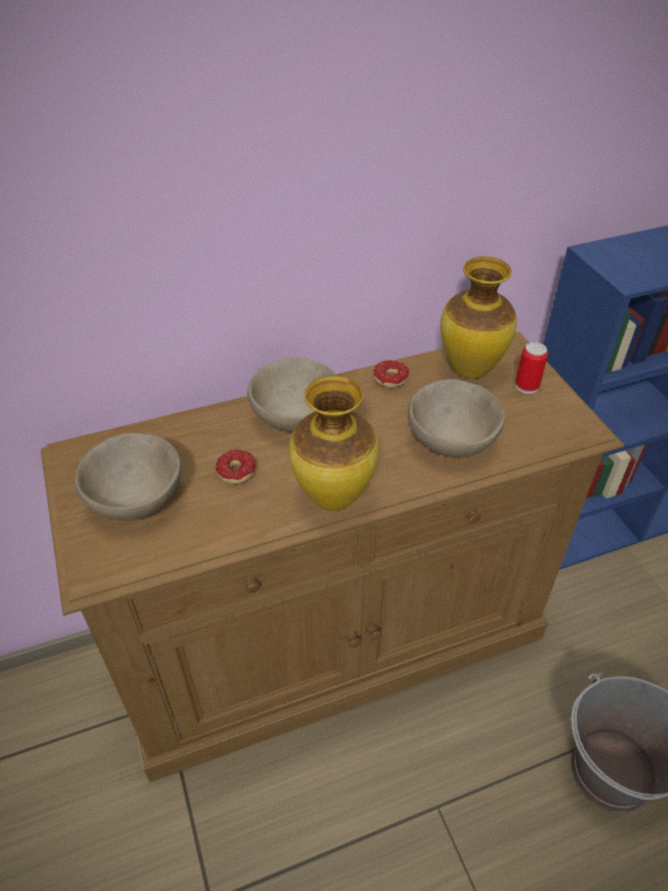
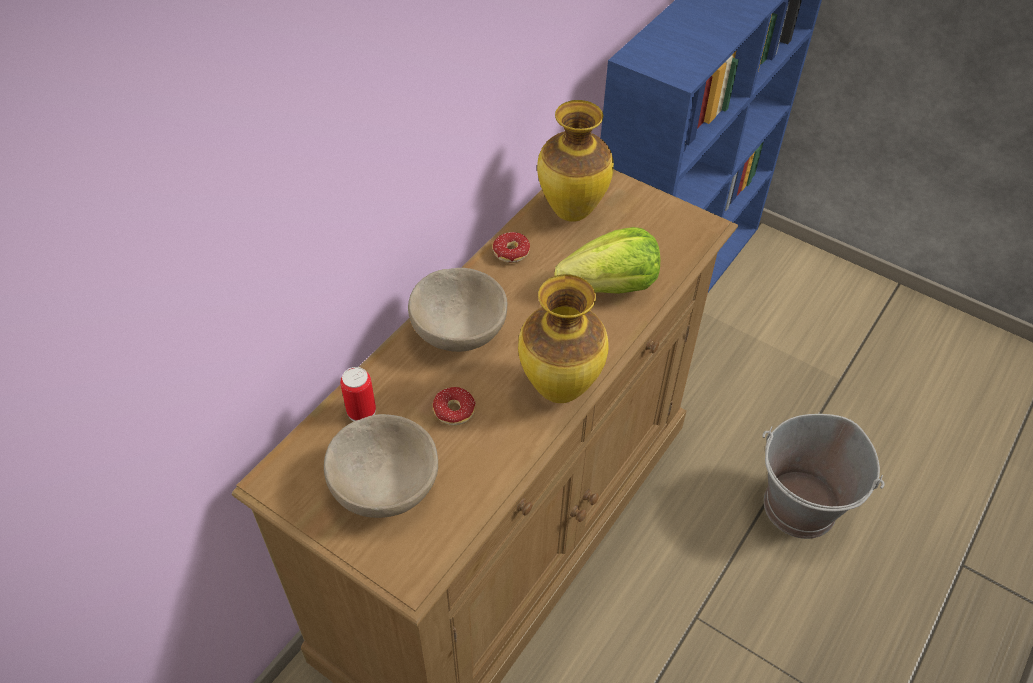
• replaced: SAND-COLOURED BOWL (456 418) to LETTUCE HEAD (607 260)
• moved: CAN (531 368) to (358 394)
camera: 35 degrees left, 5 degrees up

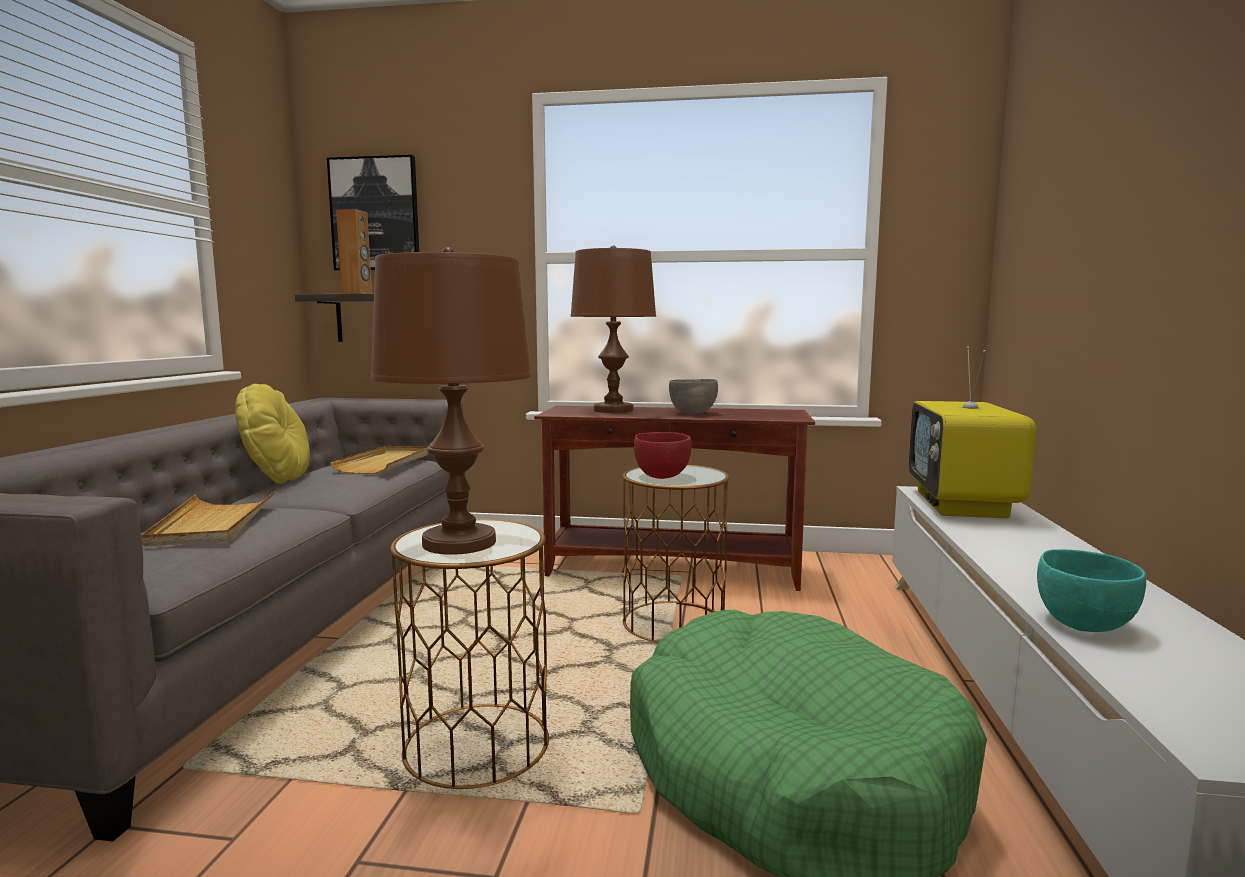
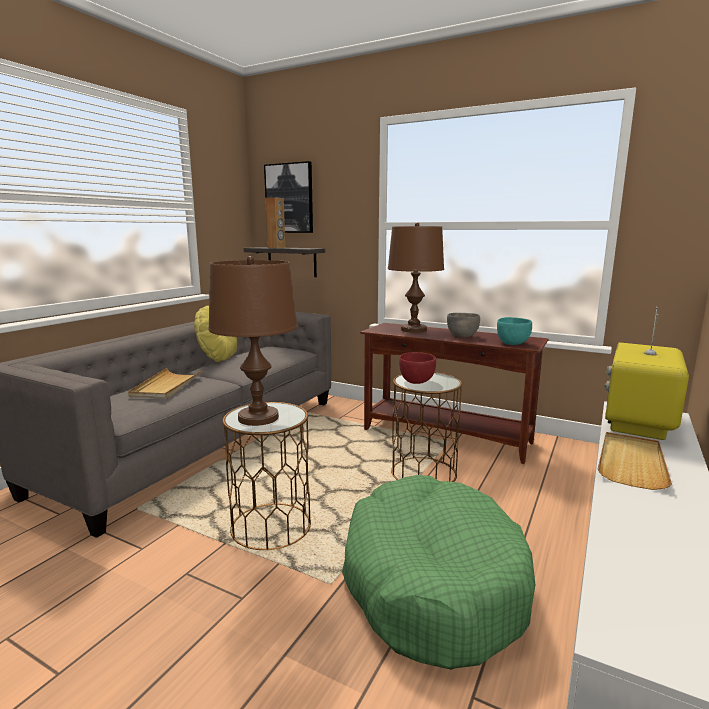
• moved: SAND-COLOURED CARRYING TRAY (379 460) to (635 461)
• moved: TURQUOISE-COLOURED BOWL (1091 590) to (514 331)
camera: 20 degrees right, 5 degrees up

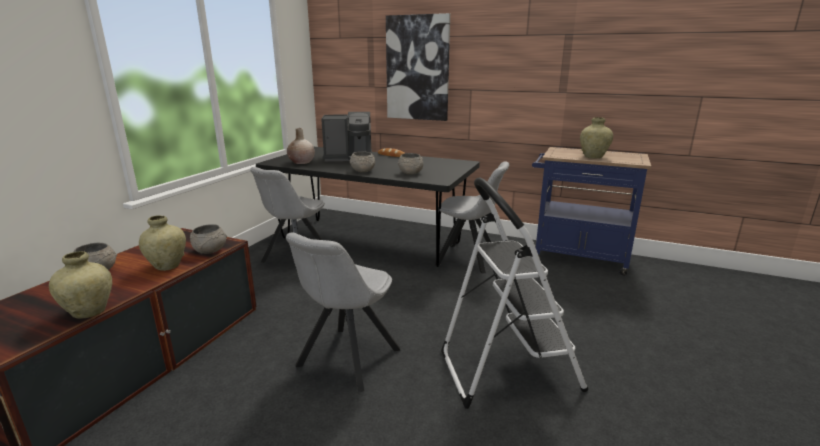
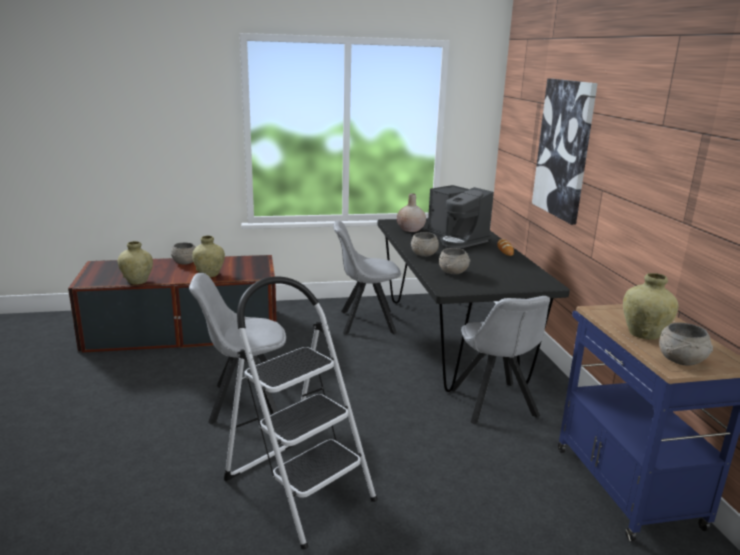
• moved: GRAY BOWL (208 239) to (686 343)
camera: 55 degrees right, 0 degrees up

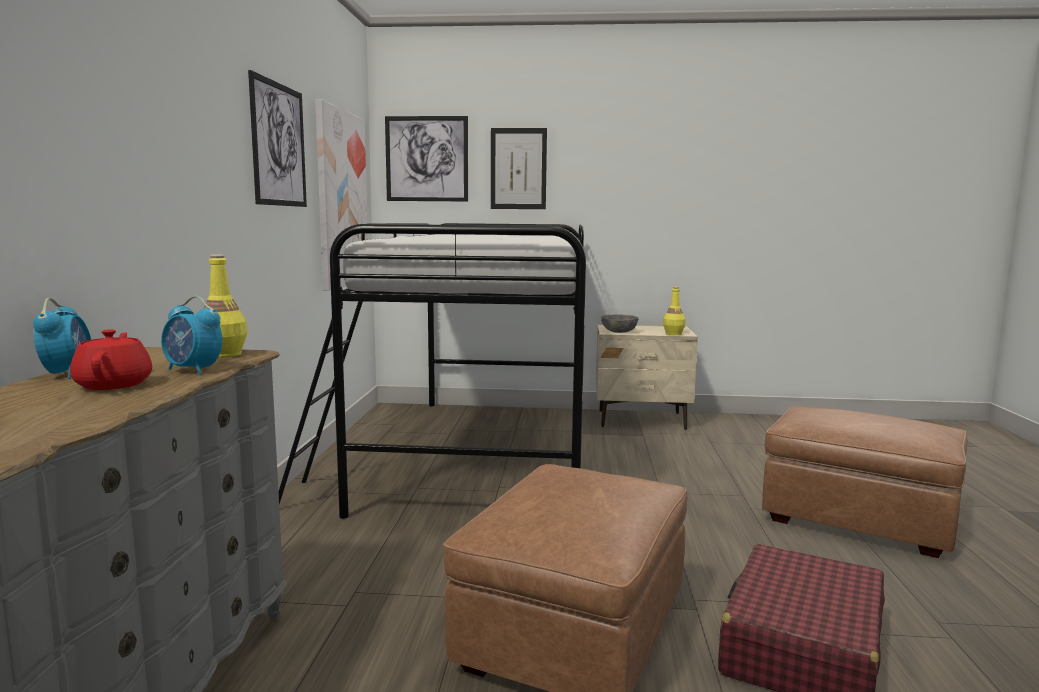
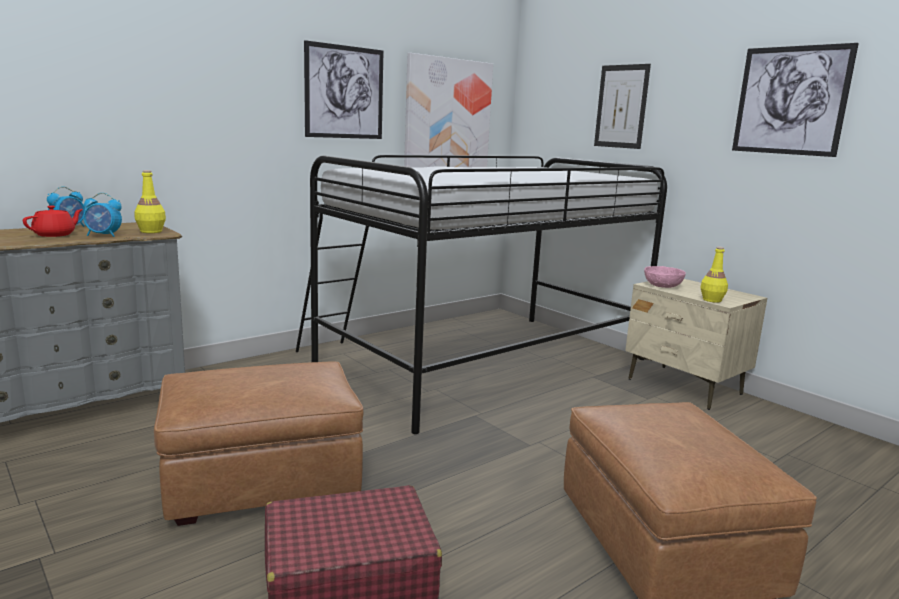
• turned: TABLE CLOCK (191 335) = (102 215) 75 degrees counterclockwise
• moved: WALL PICTURE (426 159) to (795 100)
• recoloured: GRAY BOWL (620 323) to PINK-COLOURED BOWL (665 277)
camera: 45 degrees right, 5 degrees up

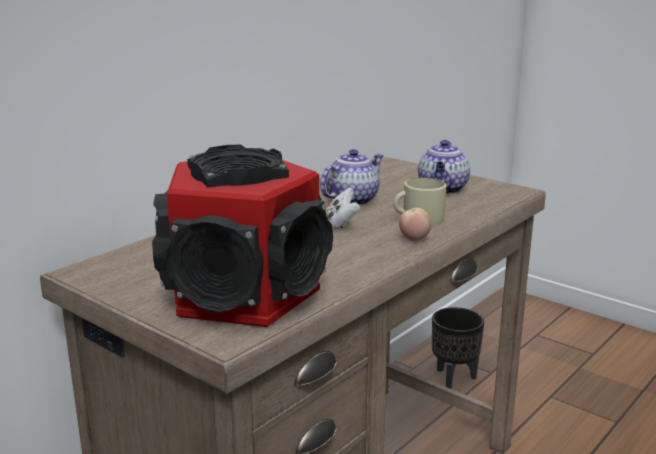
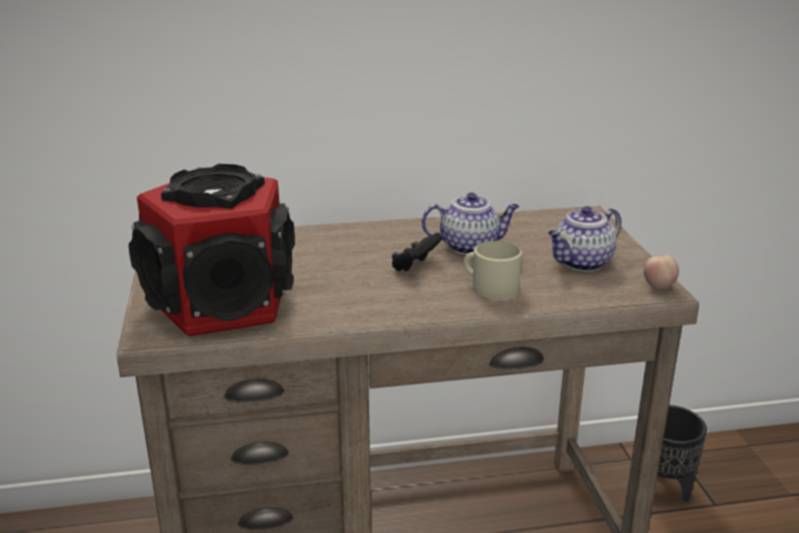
• recoloured: WHITE-COLOURED GAMEPAD (343 208) to BLACK-COLOURED GAMEPAD (416 252)
• moved: APPLE FRUIT (415 224) to (661 272)
camera: 40 degrees right, 5 degrees up

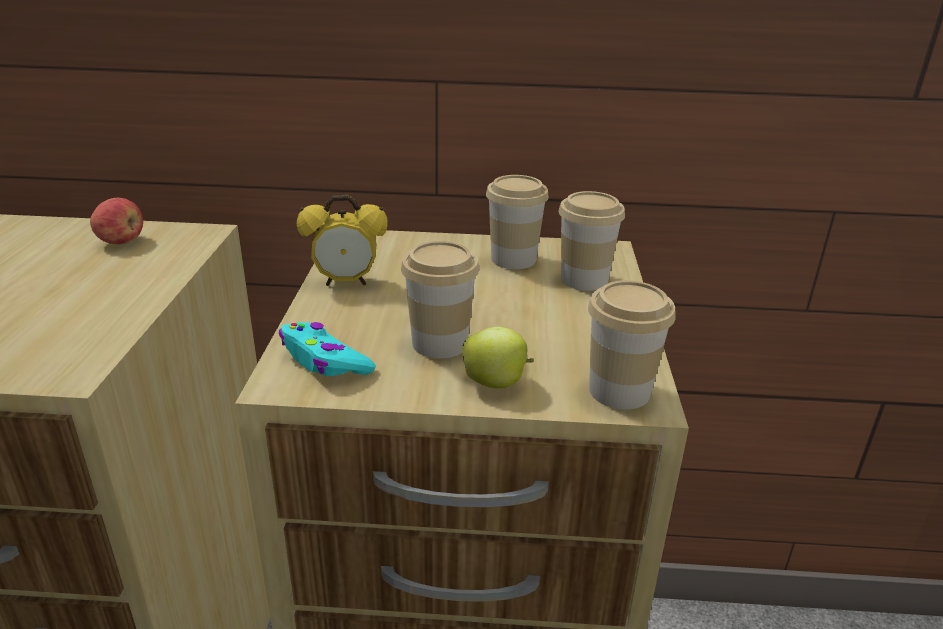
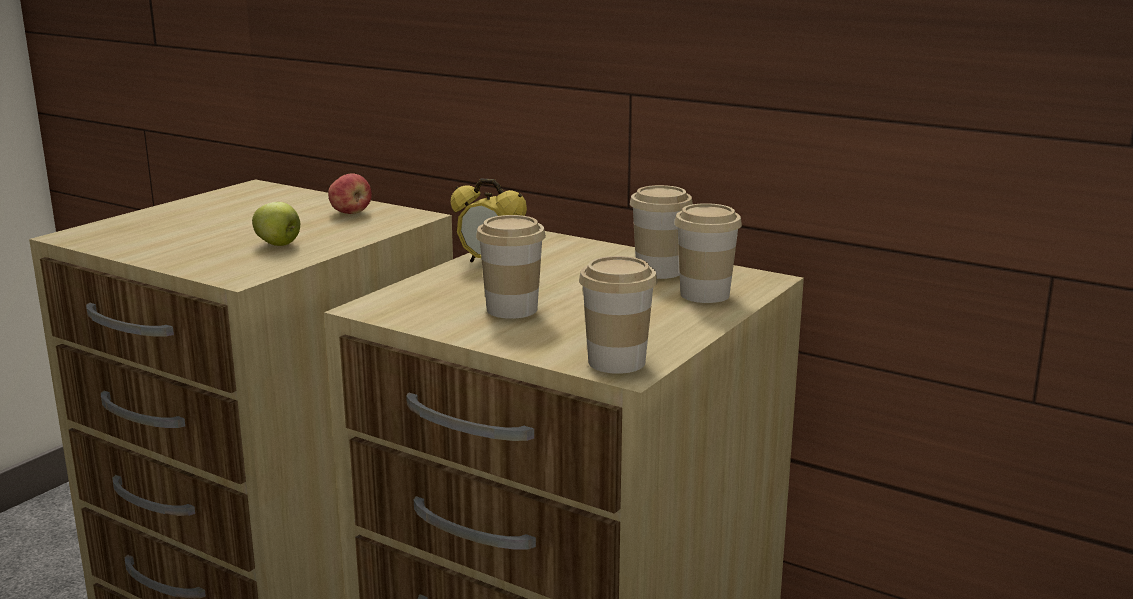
• removed: TURQUOISE-COLOURED GAMEPAD (327 349)
• moved: APPLE FRUIT (498 357) to (276 224)
camera: 30 degrees right, 10 degrees down

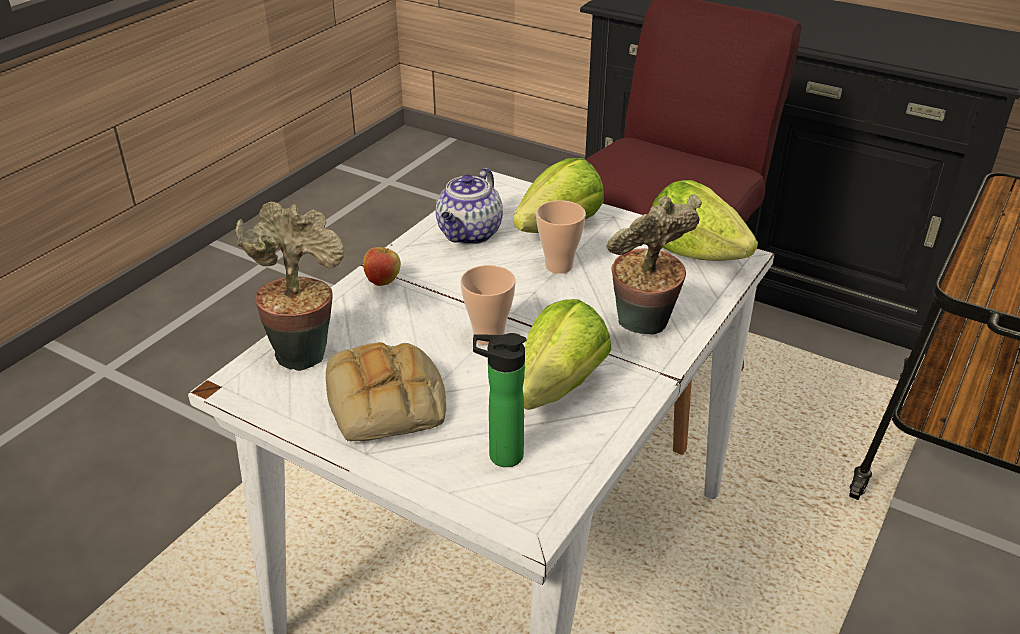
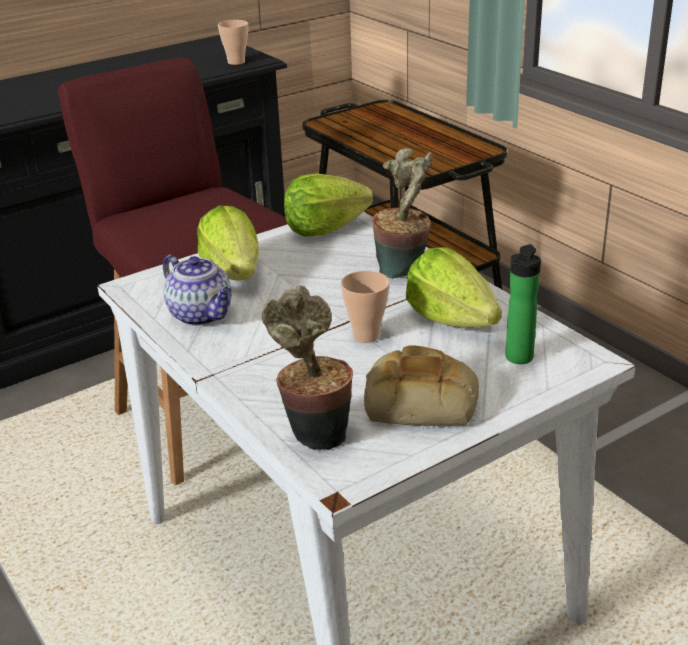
• removed: APPLE FRUIT (382 265)
• moved: DRINKING CUP (561 237) to (233 42)
camera: 65 degrees left, 5 degrees down

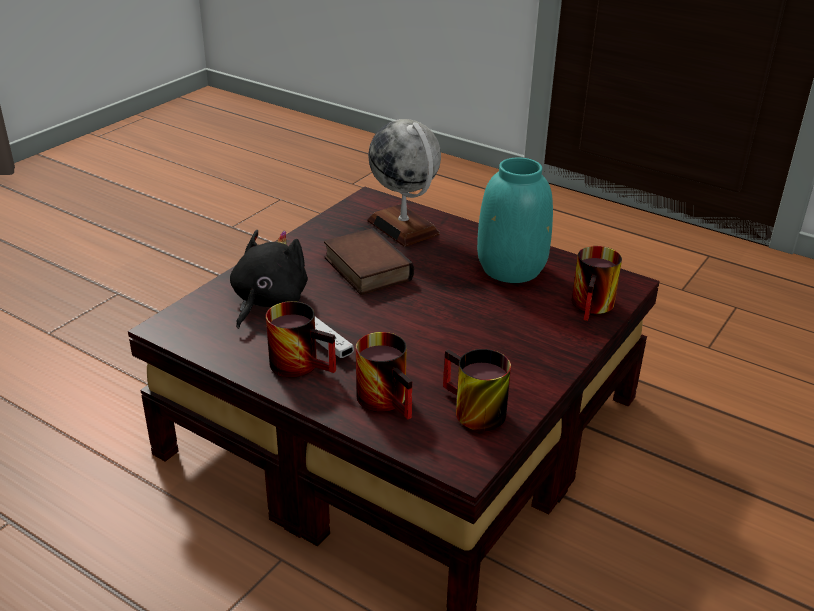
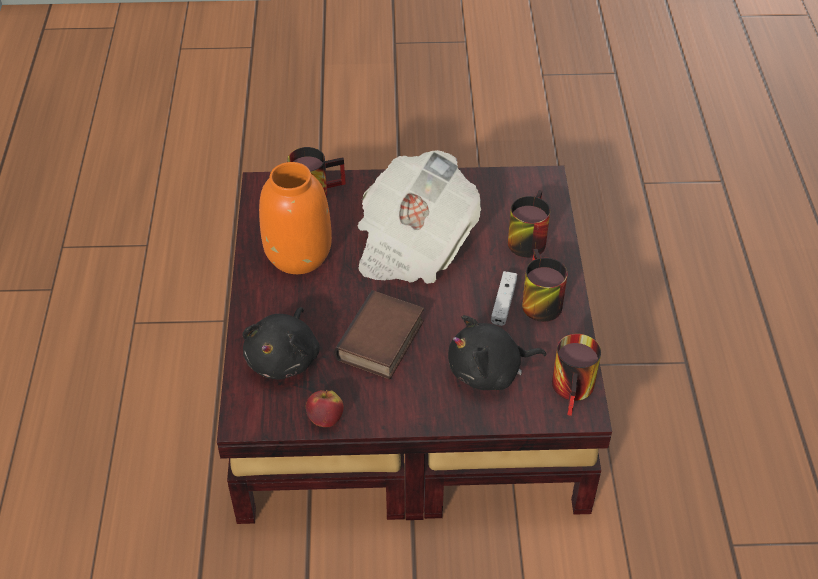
• replaced: GLOBE (404 183) to BLACK-COLOURED PLUSH TOY (281 343)
• moved: MUG (477 390) to (576 375)
• recoloured: TURQUOISE-COLOURED FLOWER VASE (515 220) to ORANGEY FLOWER VASE (295 218)
• added: APPLE FRUIT (325 408)
• added: NEWSPAPER (419 217)
camera: 125 degrees left, 15 degrees up

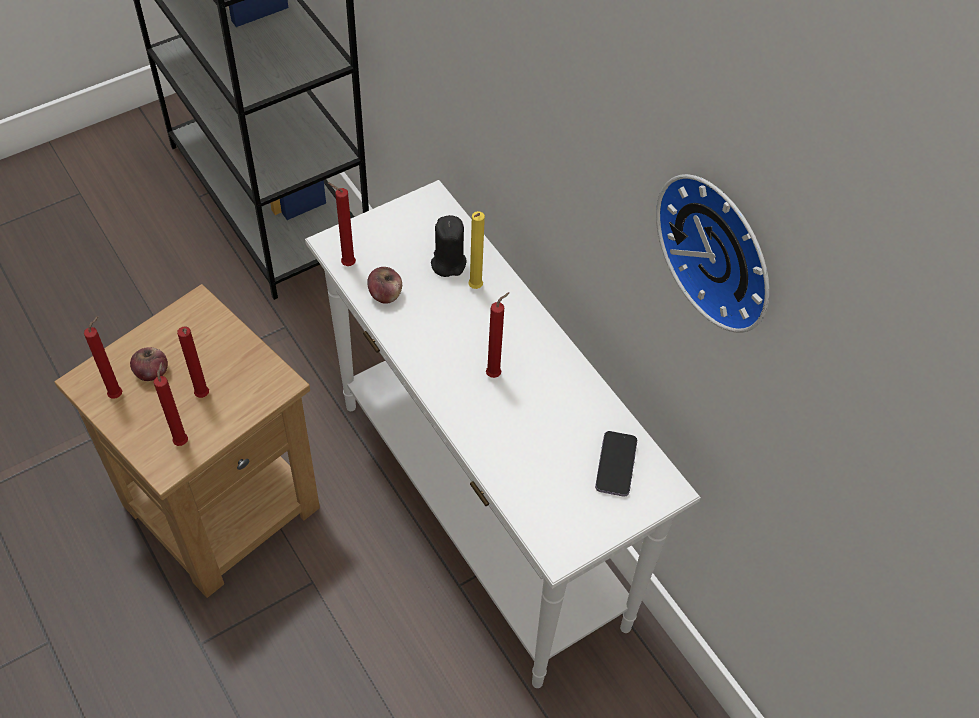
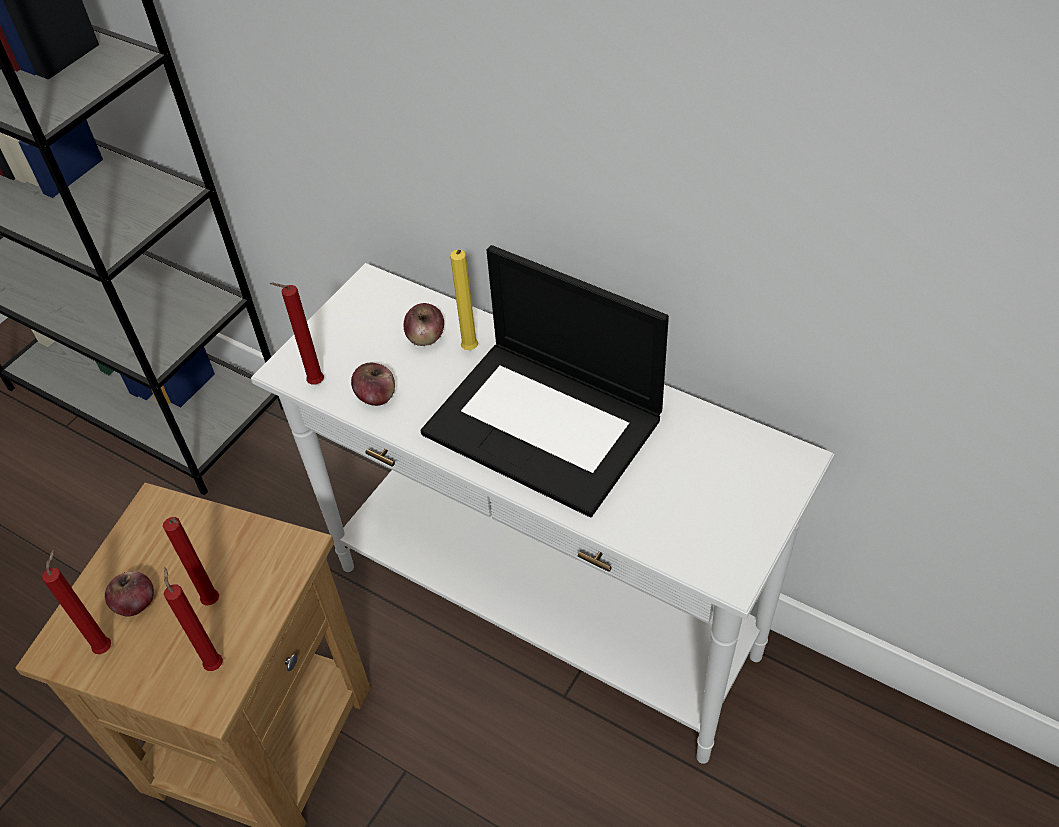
• replaced: BLACK-COLOURED WAX CANDLE (448 246) to APPLE FRUIT (424 324)
• replaced: REDDISH WAX CANDLE (498 335) to NOTEBOOK COMPUTER (544 381)
• removed: HANDSET (616 464)
• removed: WALL CLOCK (712 253)
camera: 20 degrees left, 5 degrees down

